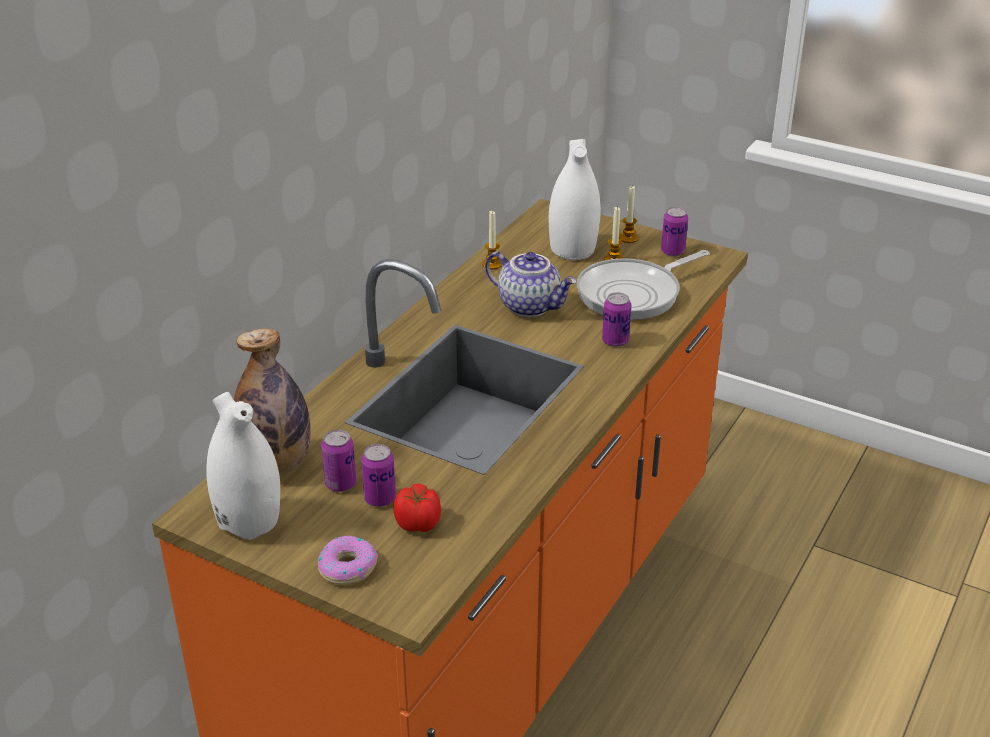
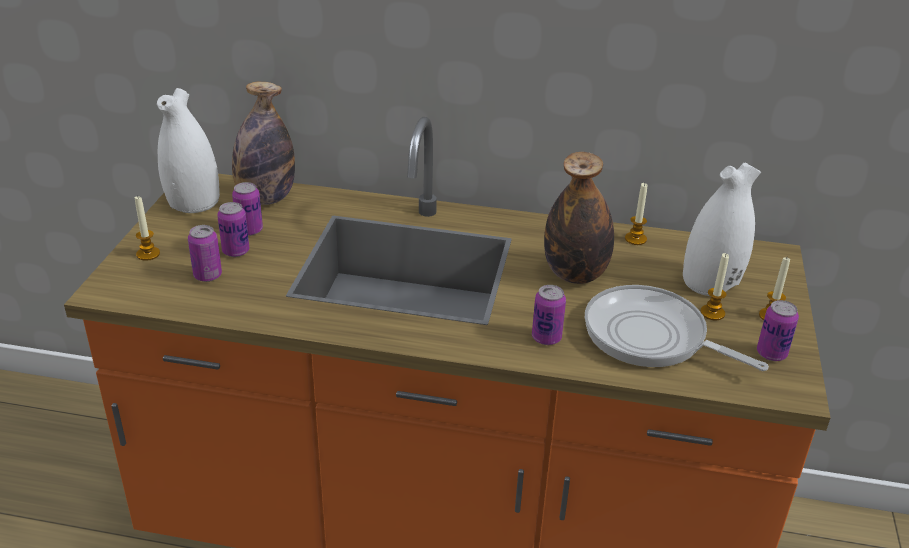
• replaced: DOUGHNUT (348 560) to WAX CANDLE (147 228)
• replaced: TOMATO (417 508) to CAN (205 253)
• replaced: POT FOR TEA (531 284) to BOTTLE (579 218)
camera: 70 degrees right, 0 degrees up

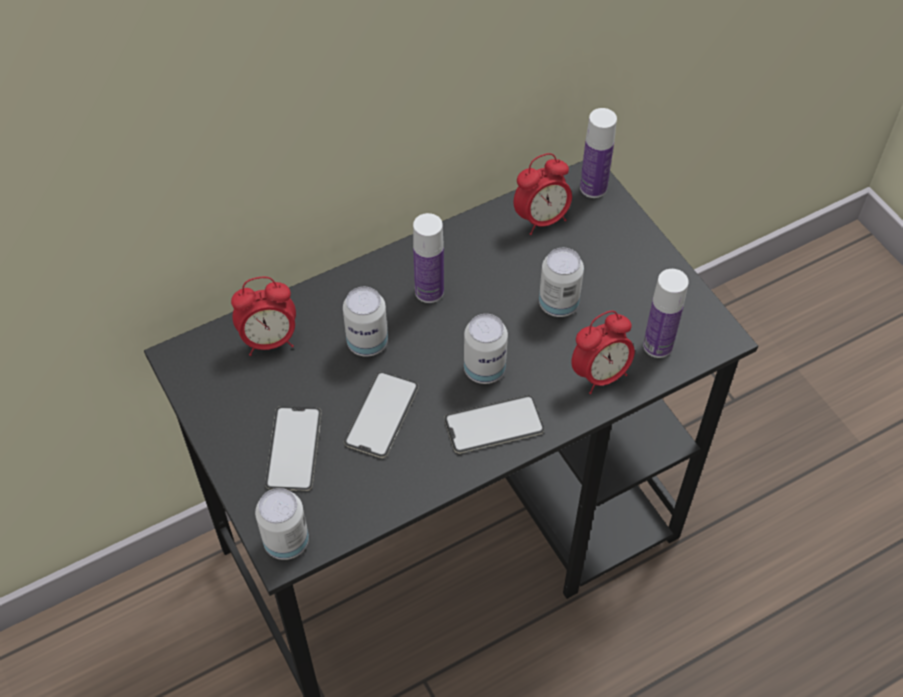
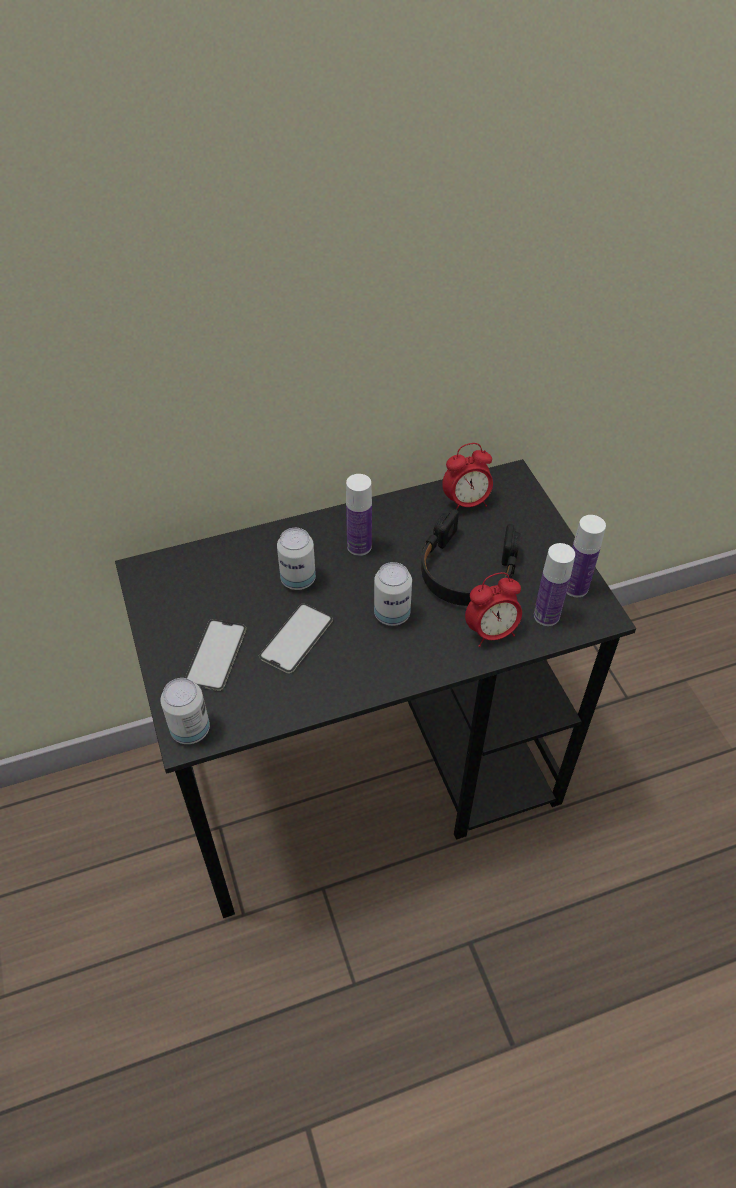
• removed: TABLE CLOCK (263 316)
• removed: HANDSET (494 424)
• replaced: CAN (561 282) to BLACK-COLOURED PAIR OF HEADPHONES (470 557)
• moved: BOTTLE (598 153) to (586 556)
camera: 10 degrees right, 5 degrees down

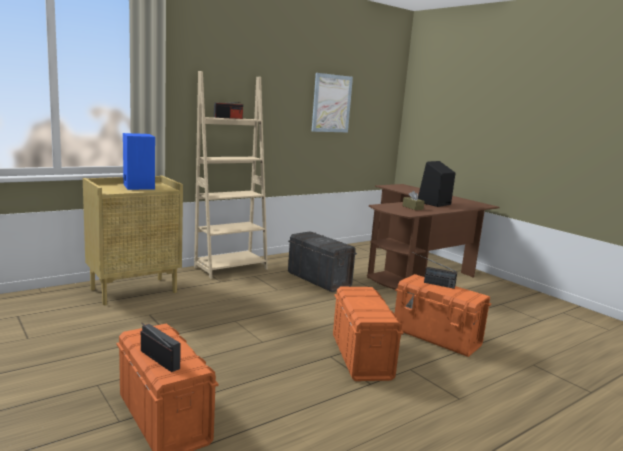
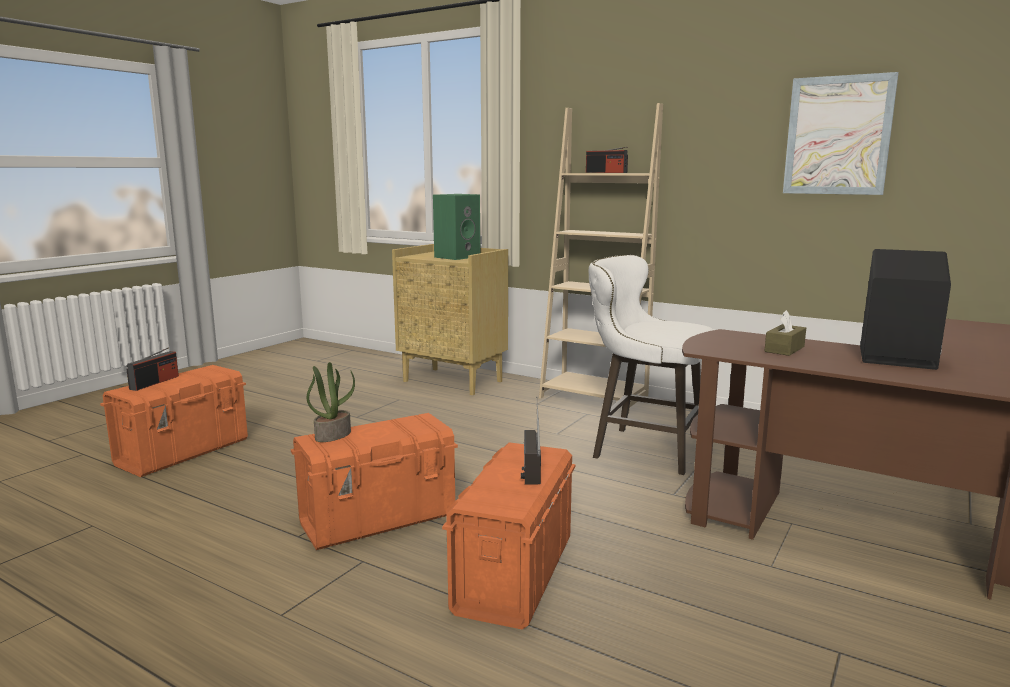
• recoloured: BLUE SPEAKER (139 161) to GREEN-COLOURED SPEAKER (456 227)
• replaced: GRAY STORAGE BOX (322 261) to WHITE-COLOURED SITTING STOOL (651 365)
• added: POTTED PLANT (331 402)
camera: 70 degrees right, 0 degrees up

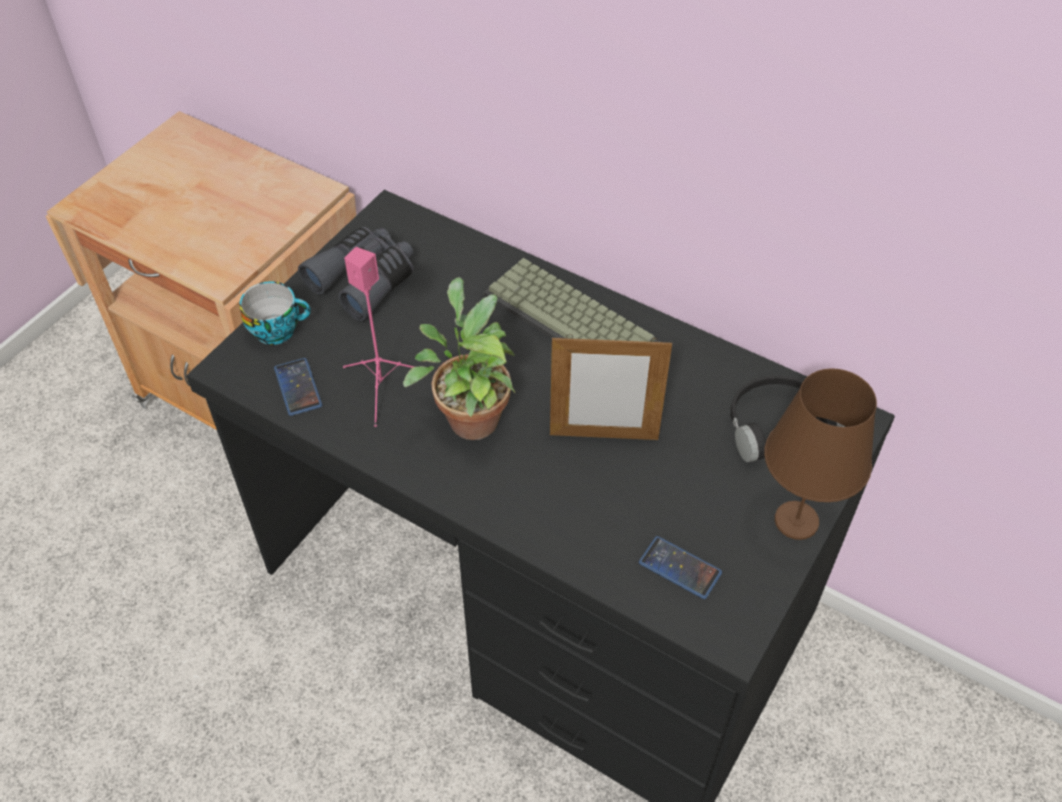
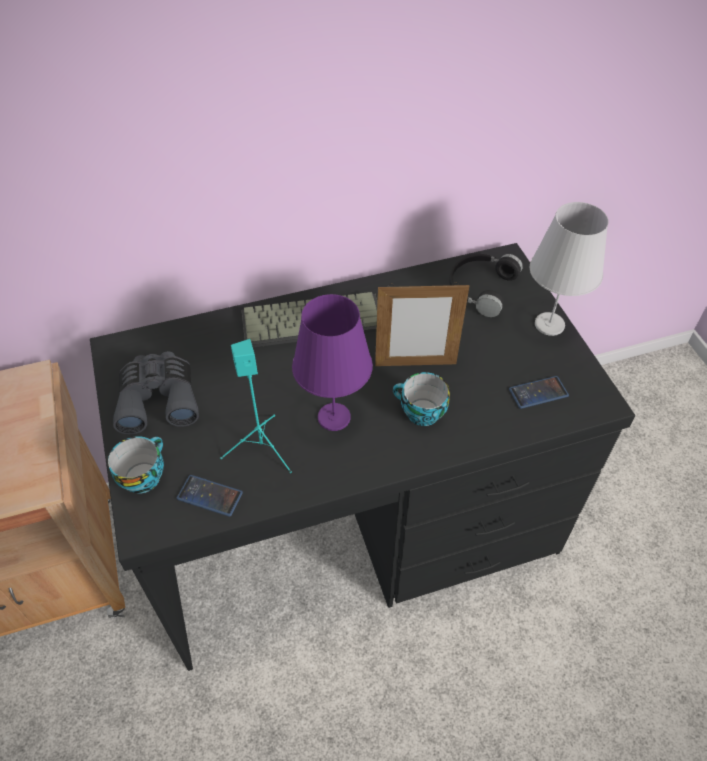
• recoloured: PINK-COLOURED SPEAKER (378 337) to TURQUOISE-COLOURED SPEAKER (256 406)
• replaced: POTTED PLANT (459 358) to PURPLISH LAMP FOR A TABLE (332 362)
• turned: PICTURE FRAME (611 387) = (422 324) 45 degrees clockwise
• recoloured: BROWN-COLOURED LAMP FOR A TABLE (820 454) to WHITE-COLOURED LAMP FOR A TABLE (568 269)
• added: DRINKING CUP (421 399)
camera: 50 degrees left, 0 degrees up

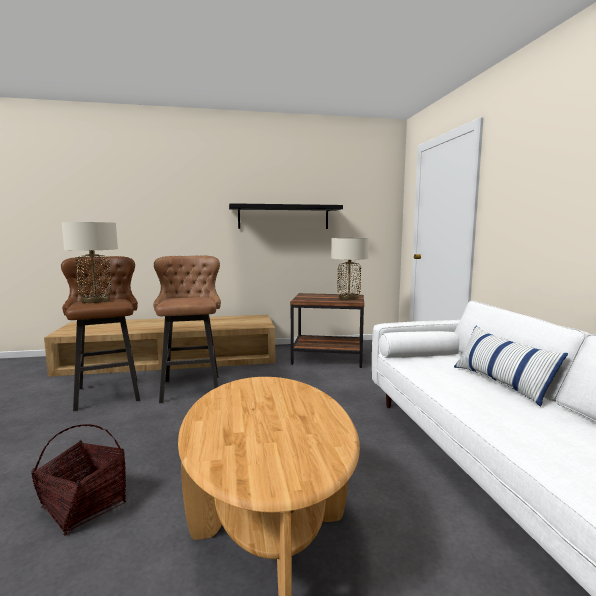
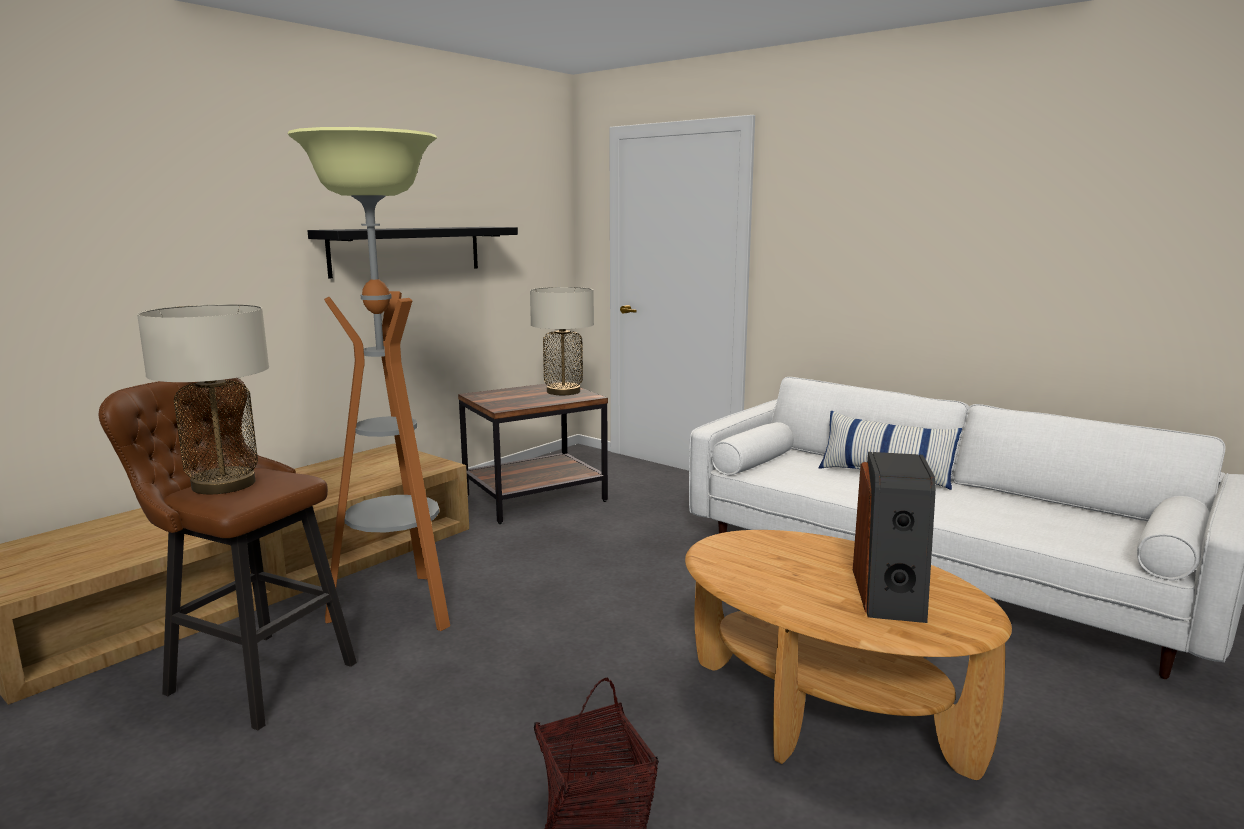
• replaced: BROWN-COLOURED SITTING STOOL (187 329) to FLOOR LAMP (369 379)
• added: SPEAKER (894 537)
camera: 40 degrees left, 5 degrees up

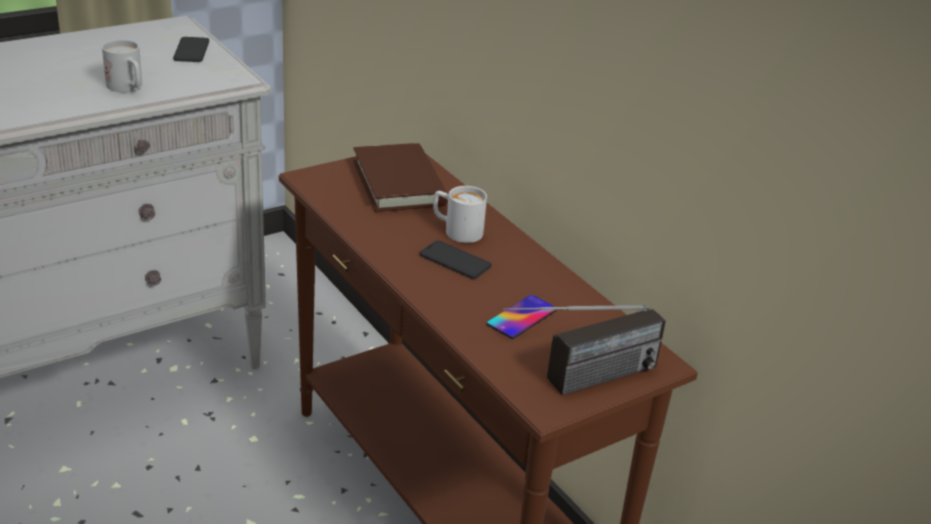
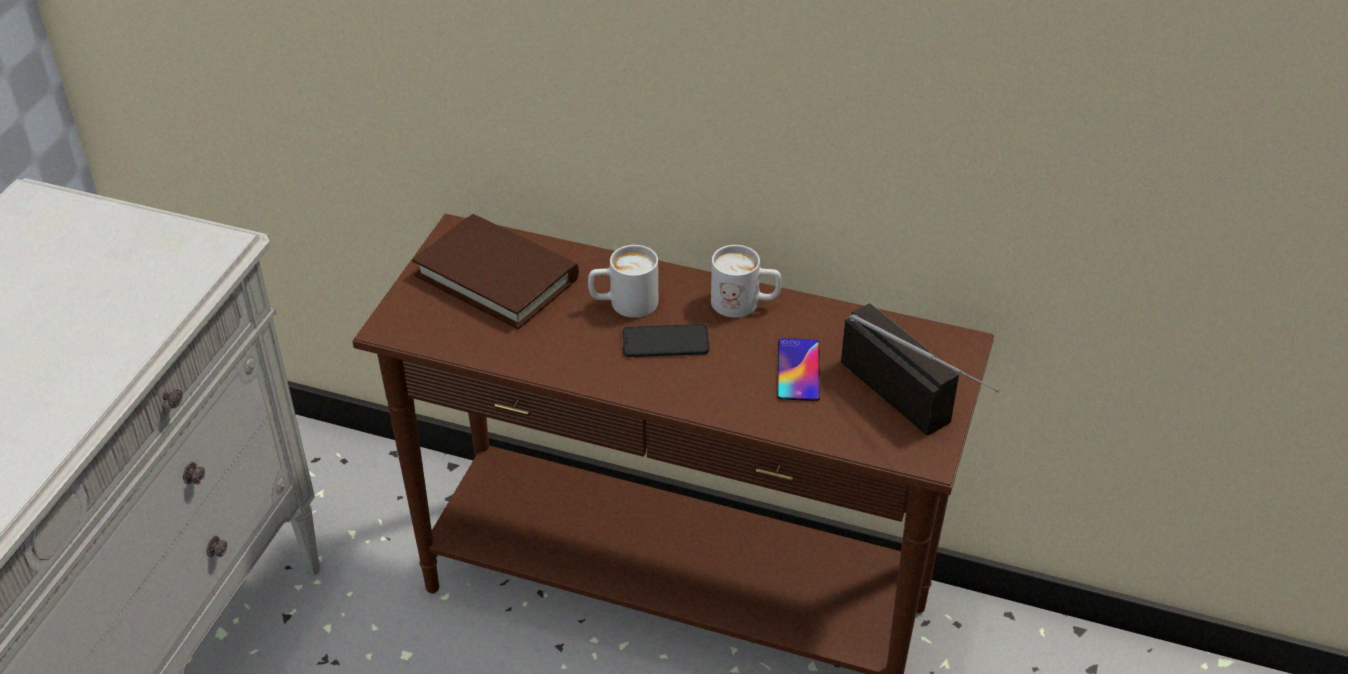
• moved: WHITE-COLOURED MUG (122 65) to (746 281)
• removed: HANDSET (191 49)
• turned: RADIO SET (584 350) = (920 369) 60 degrees counterclockwise
camera: 35 degrees left, 10 degrees up

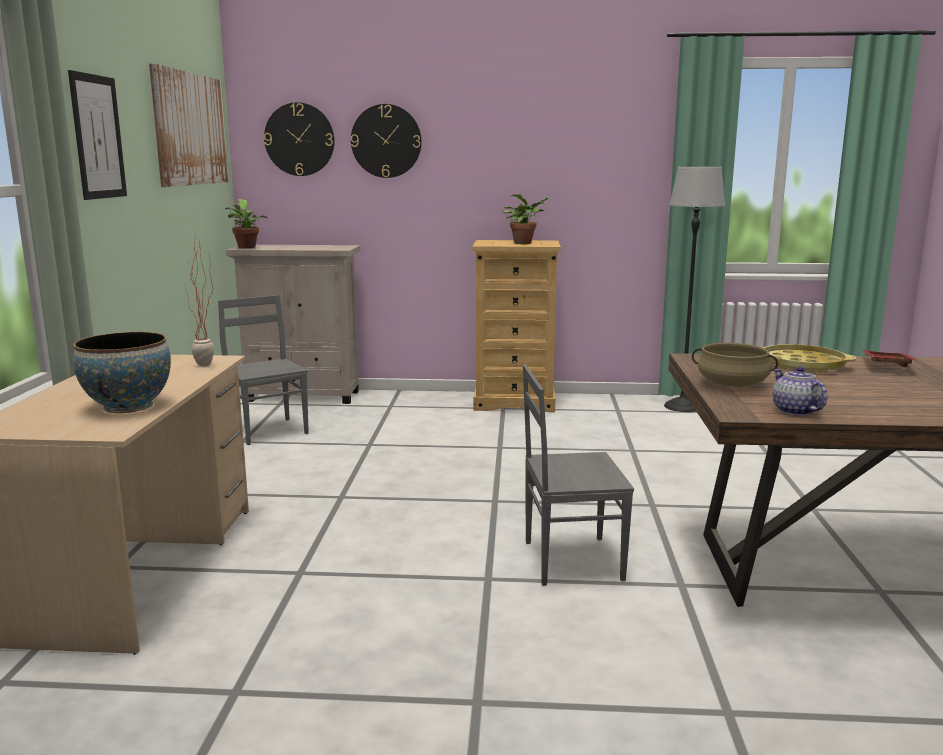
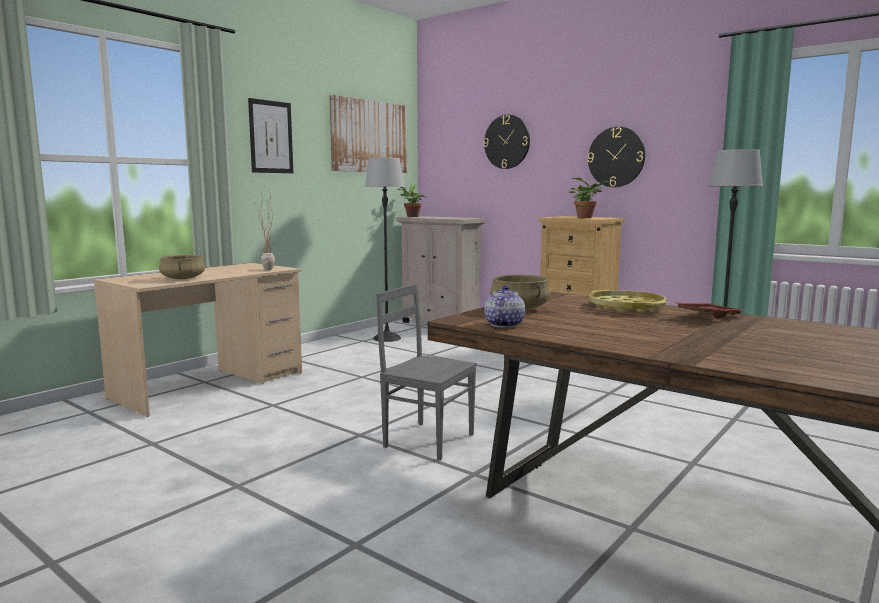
• replaced: BOWL (122 372) to SAND-COLOURED STOCKPOT (182 267)
• replaced: GRAY UPRIGHT CHAIR (263 370) to FLOOR LAMP (385 250)
• moved: WALL CLOCK (299 139) to (616 157)
camera: 35 degrees right, 5 degrees down

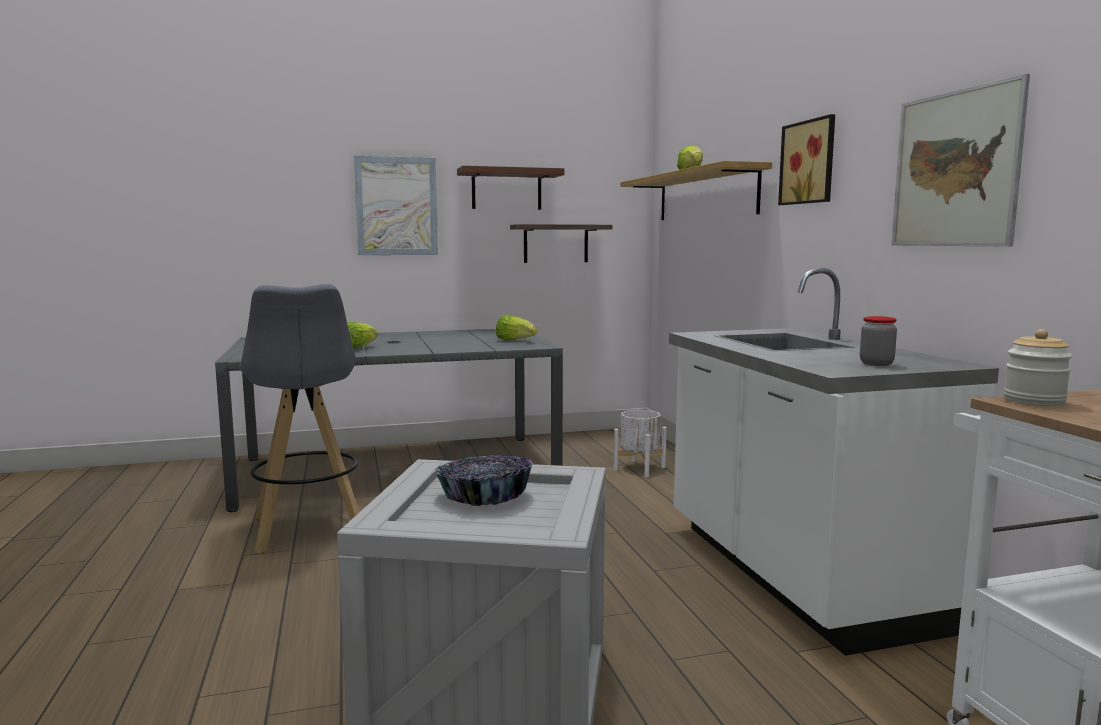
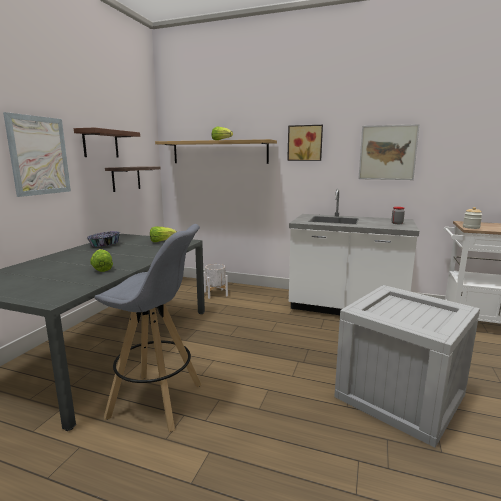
• moved: BOWL (483 480) to (103 239)
camera: 55 degrees left, 5 degrees up

